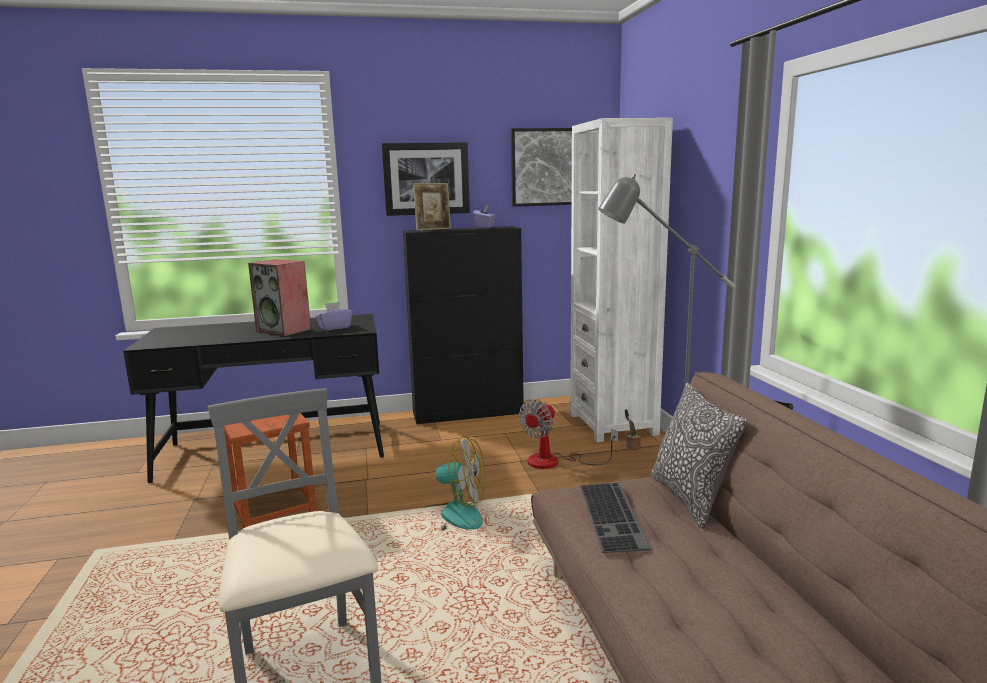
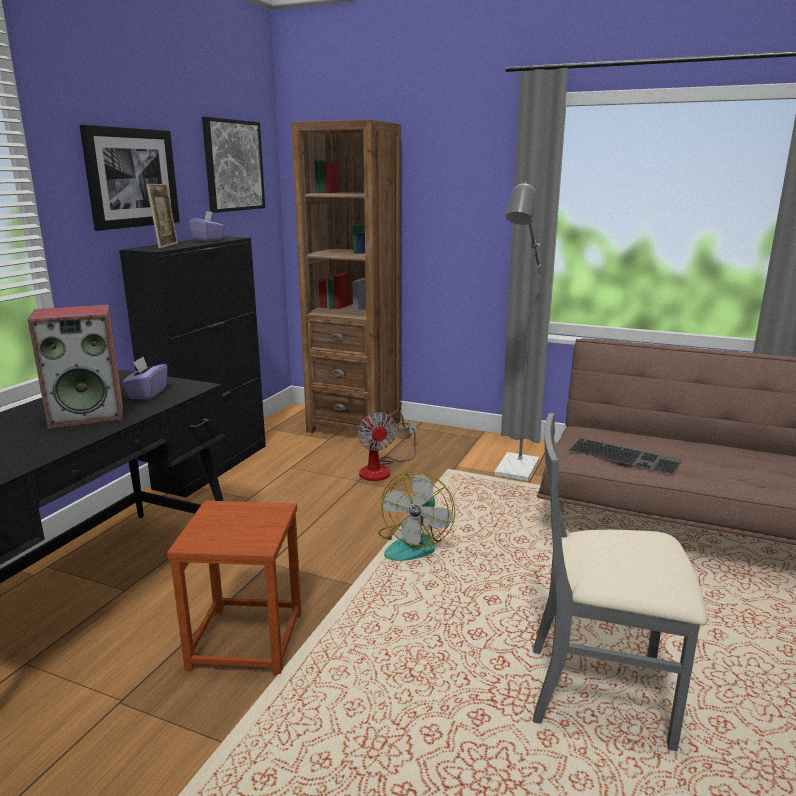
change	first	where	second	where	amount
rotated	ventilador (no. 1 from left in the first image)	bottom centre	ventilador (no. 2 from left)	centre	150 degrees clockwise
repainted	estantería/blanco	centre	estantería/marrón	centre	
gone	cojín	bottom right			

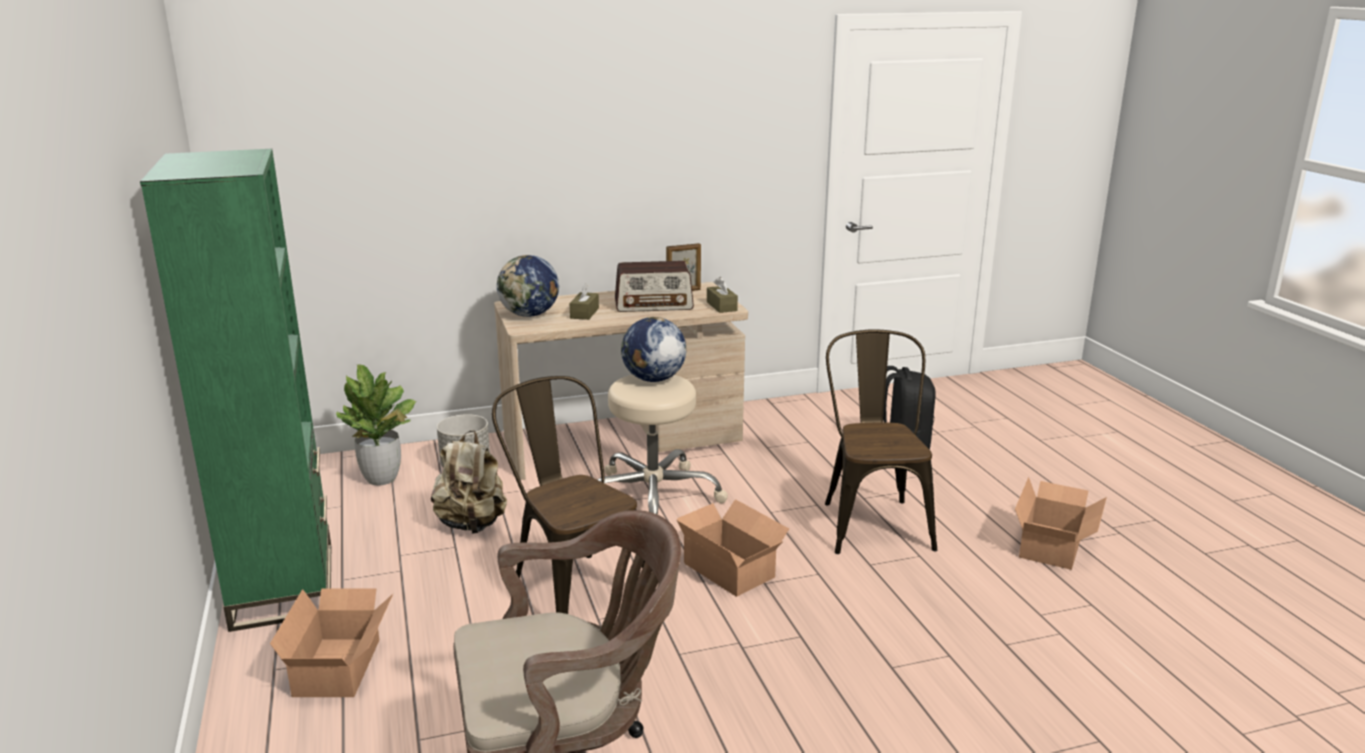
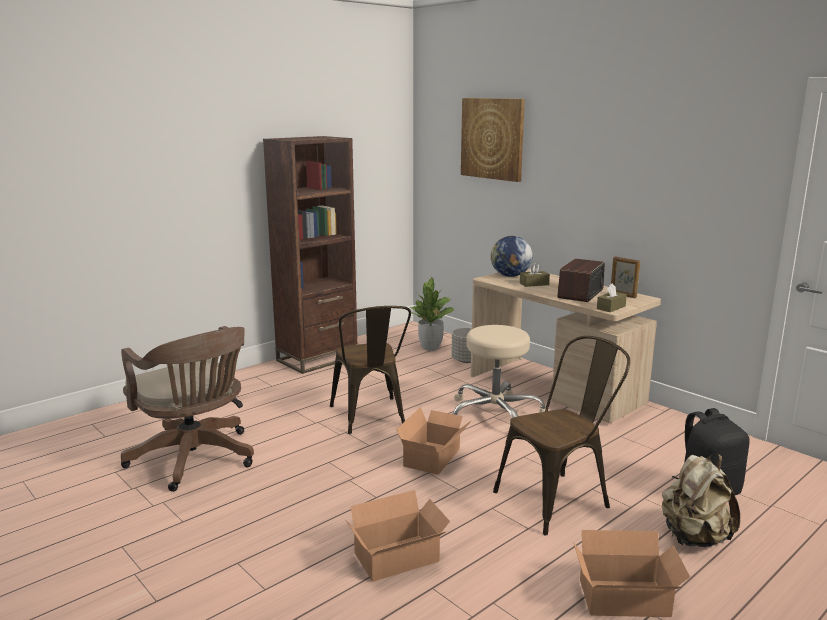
change	first	where	second	where	amount
repainted	estantería/verde	middle left	estantería/marrón	centre	
shifted	caja de cartón (no. 1 from left)	bottom left		bottom centre	
shifted	mochila/beis	centre		bottom right	
rotated	silla/marrón (no. 1 from left)	centre		centre	135 degrees clockwise
rotated	radio	centre		middle right	60 degrees clockwise
gone	globo terráqueo (no. 2 from left)	centre			
new			cuadro	top centre	

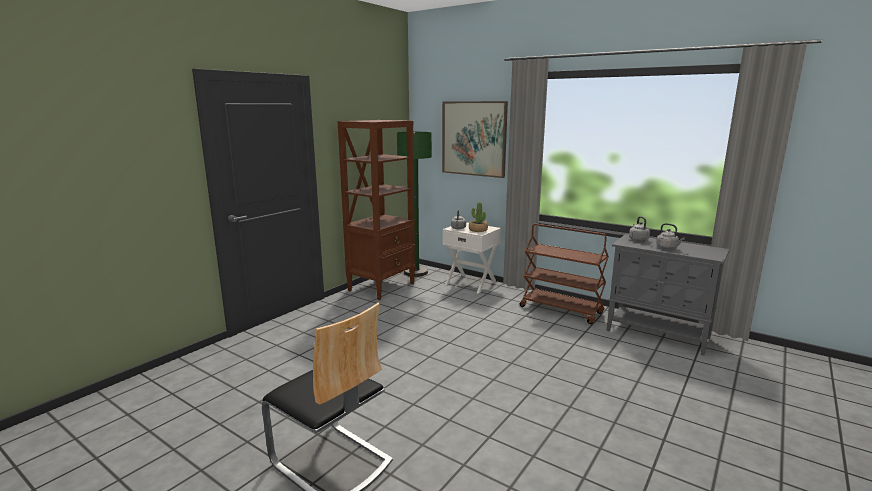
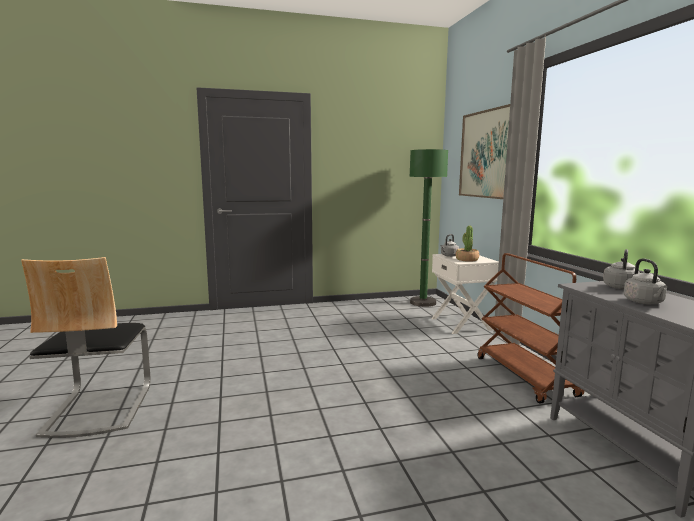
change	first	where	second	where	amount
gone	estantería/marrón	centre			

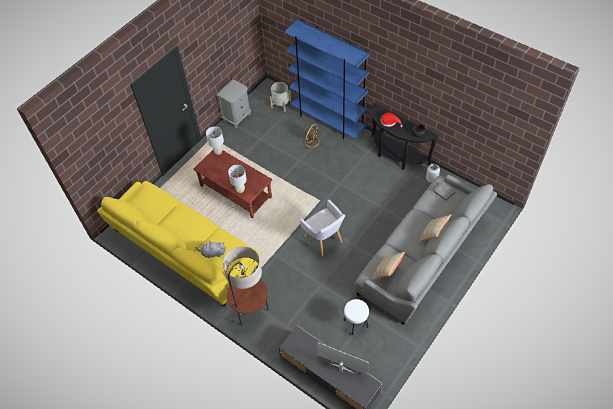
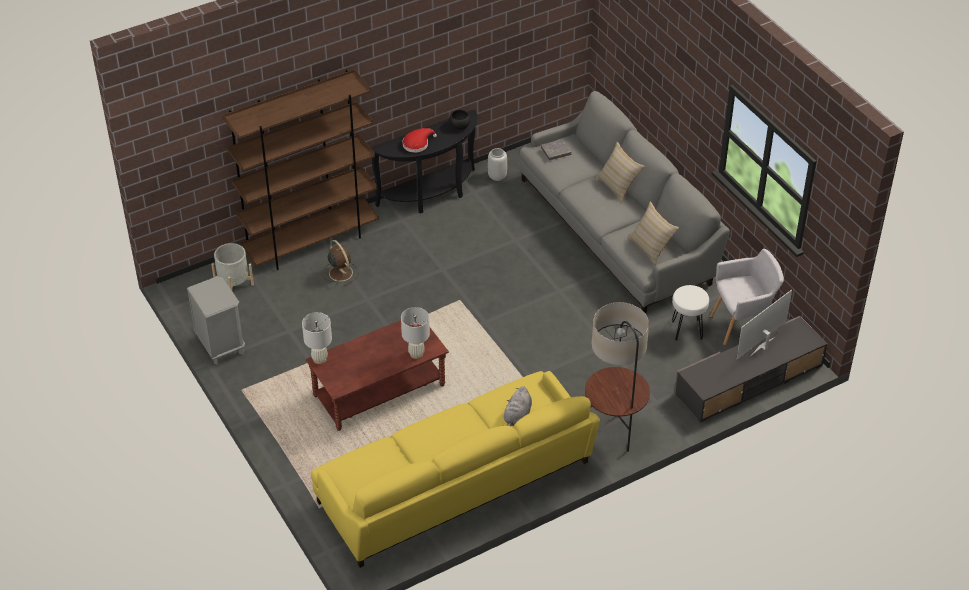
change	first	where	second	where	amount
repainted	estantería/azul	top centre	estantería/marrón	top left	
shifted	sillón/gris	centre		middle right	

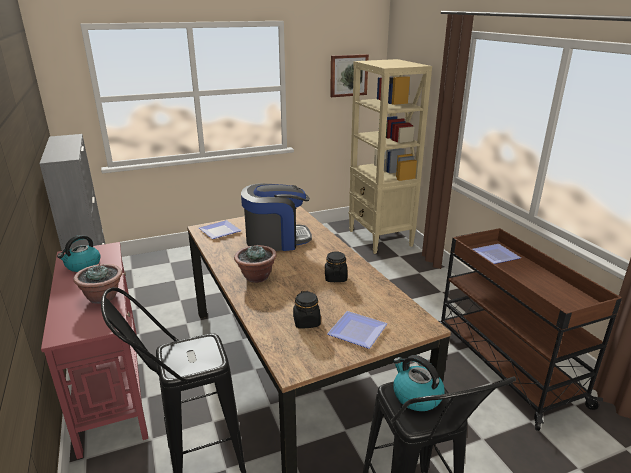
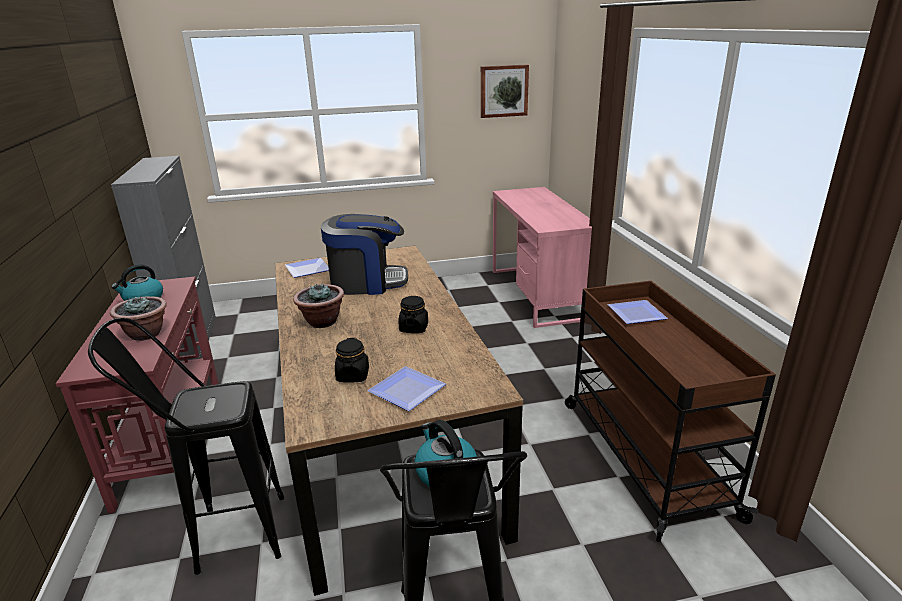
change	first	where	second	where	amount
swapped	estantería/beis	top centre	escritorio/rosa	centre	

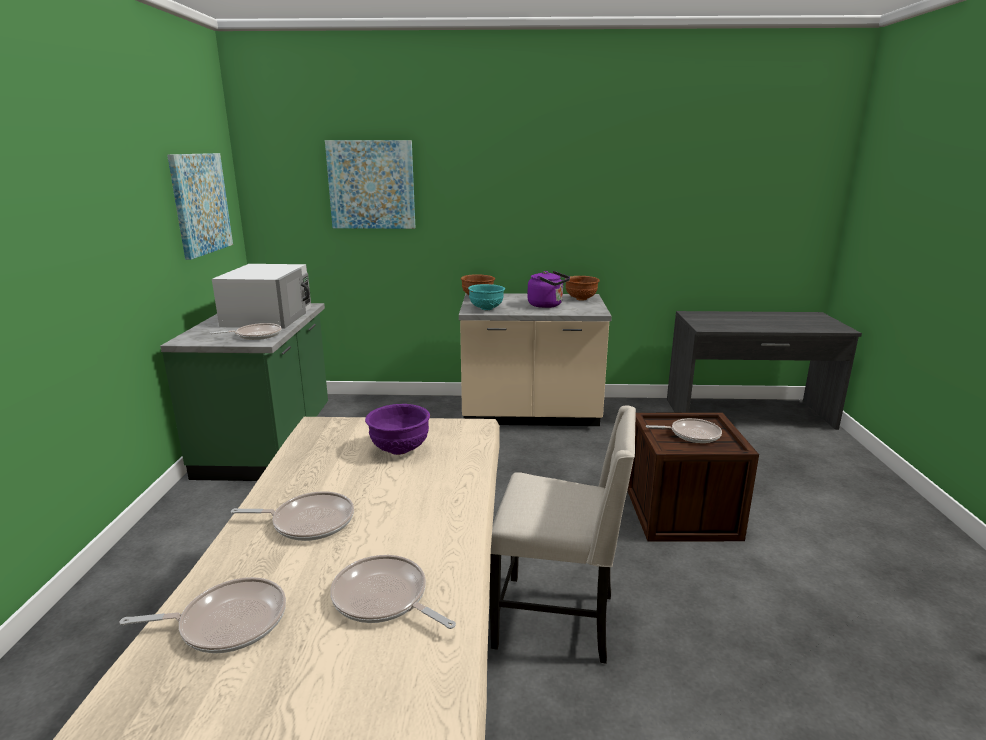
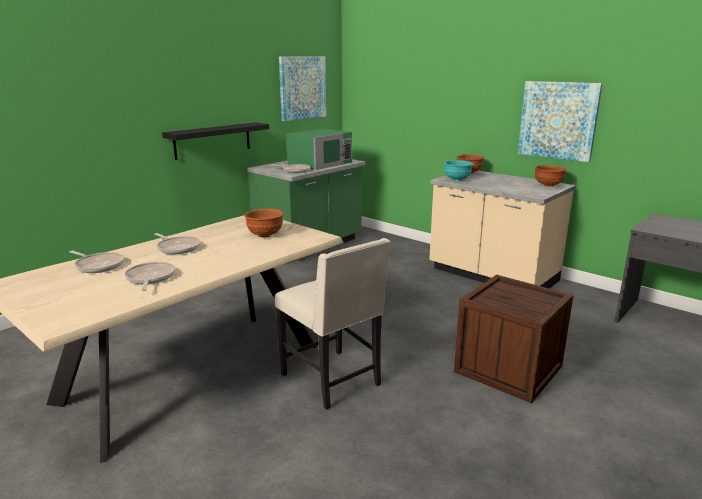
change	first	where	second	where	amount
repainted	microondas/blanco	middle left	microondas/verde	top centre	
shifted	cuadro (no. 2 from left)	top centre		top right	
repainted	cuenco/morado	centre	cuenco/marrón (no. 1 from left)	centre	
gone	hervidor/morado	centre			
gone	sartén (no. 5 from left)	middle right			
new			estante/negro	top left	

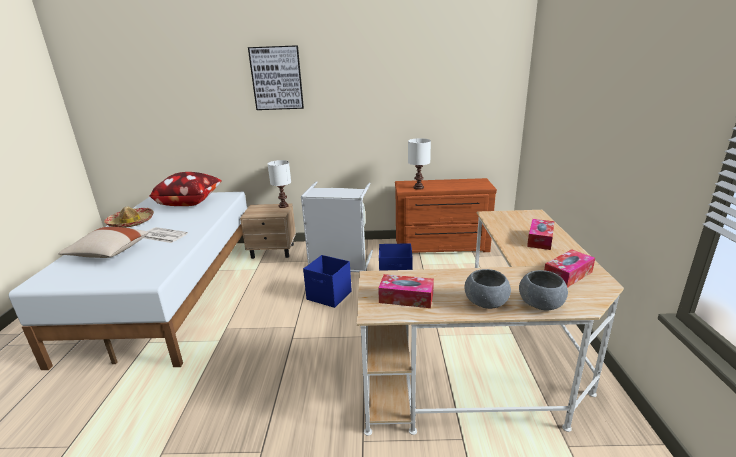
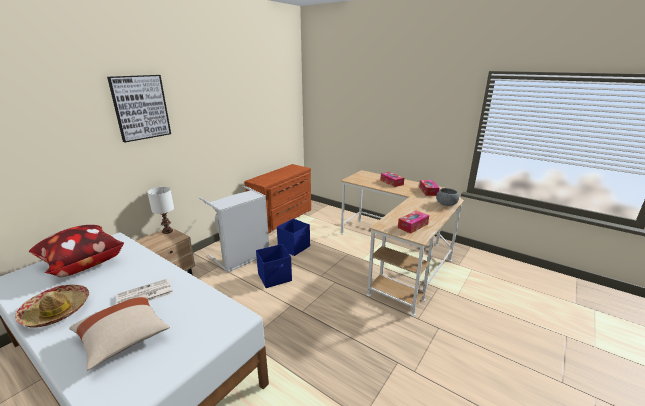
change	first	where	second	where	amount
gone	lámpara de mesa/blanco (no. 2 from left)	centre			
gone	cuenco/gris (no. 1 from left)	centre			

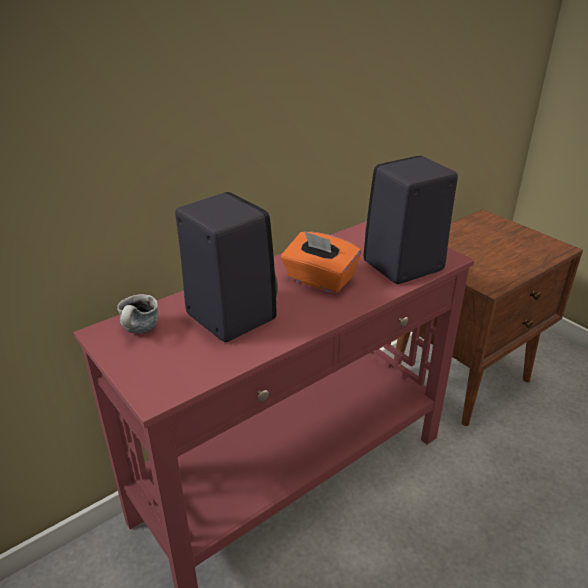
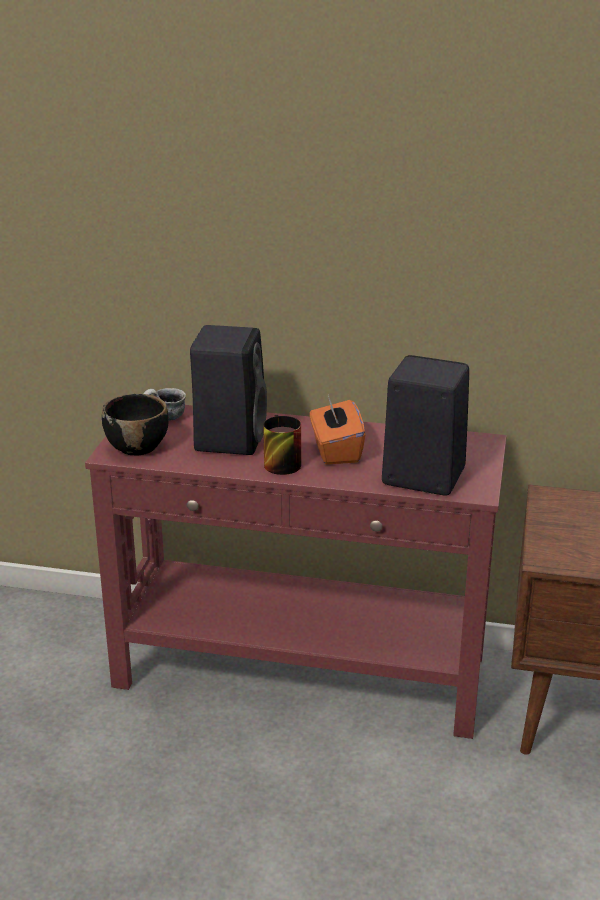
change	first	where	second	where	amount
new			cuenco/negro	middle left	
new			taza grande (no. 2 from left)	centre	

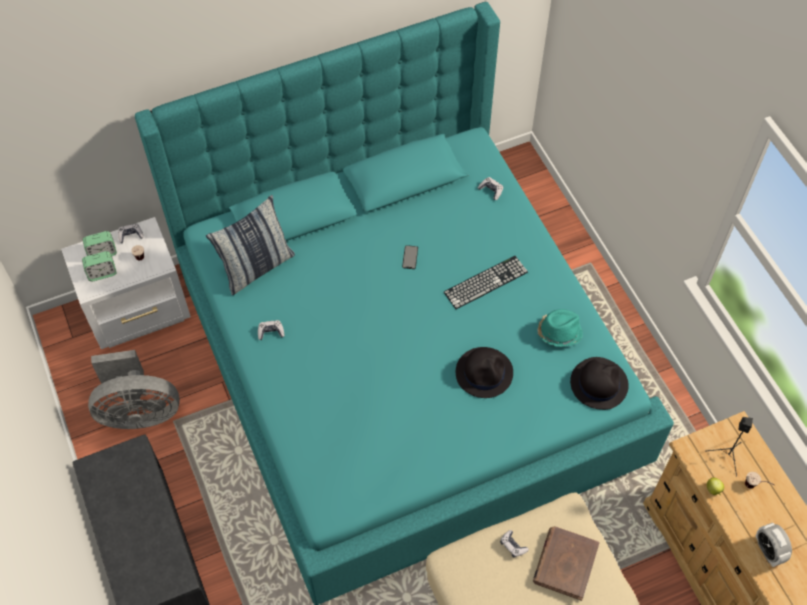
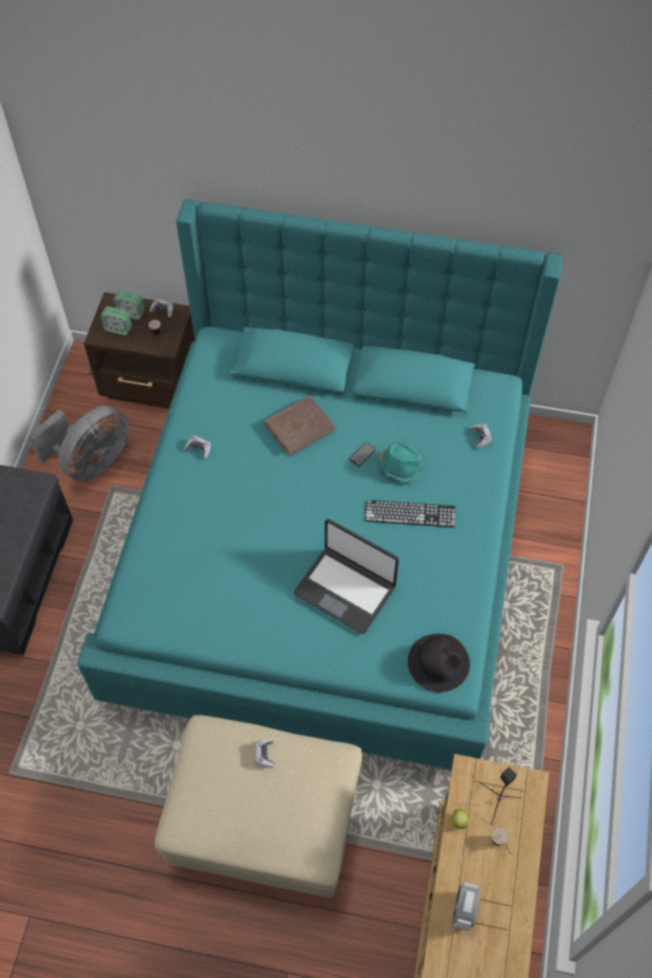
change	first	where	second	where	amount
repainted	mesita de noche/blanco	middle left	mesita de noche/marrón	middle left	
rotated	ventilador/gris	middle left		middle left	75 degrees counterclockwise
gone	cojín	middle left			
swapped	sombrero/negro (no. 1 from left)	centre	portátil	centre	
shifted	libro/marrón	bottom right		centre	
shifted	sombrero/turquesa	middle right		centre	

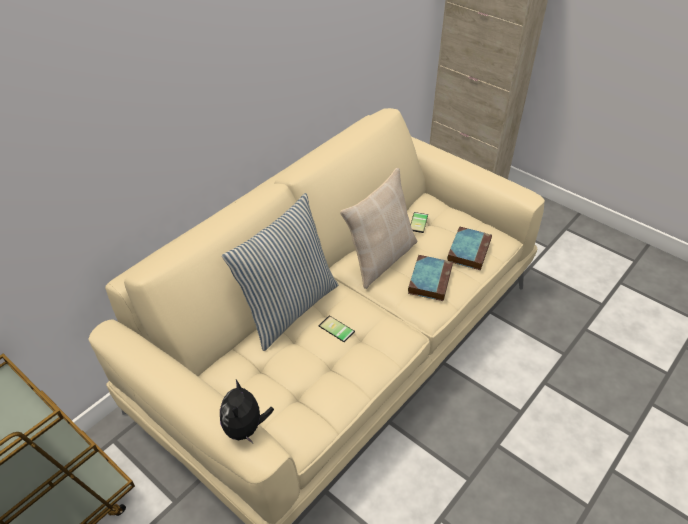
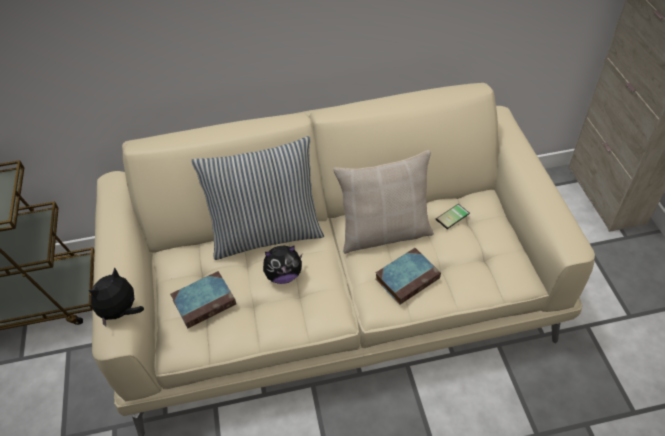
change	first	where	second	where	amount
swapped	móvil (no. 1 from left)	centre	peluche (no. 2 from left)	centre	
shifted	libro (no. 2 from left in the first image)	middle right	libro (no. 1 from left)	bottom left	

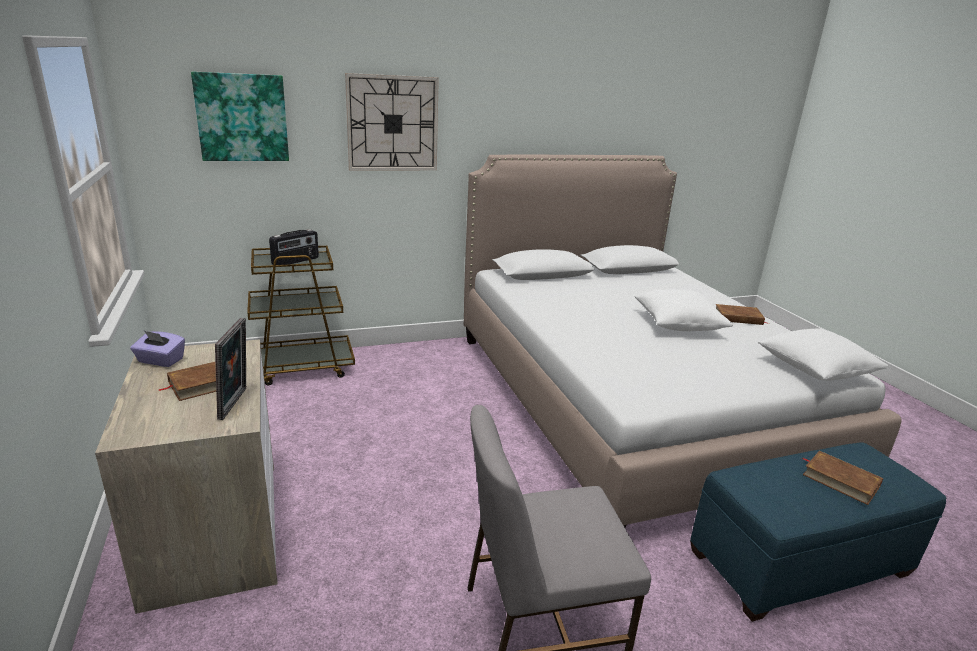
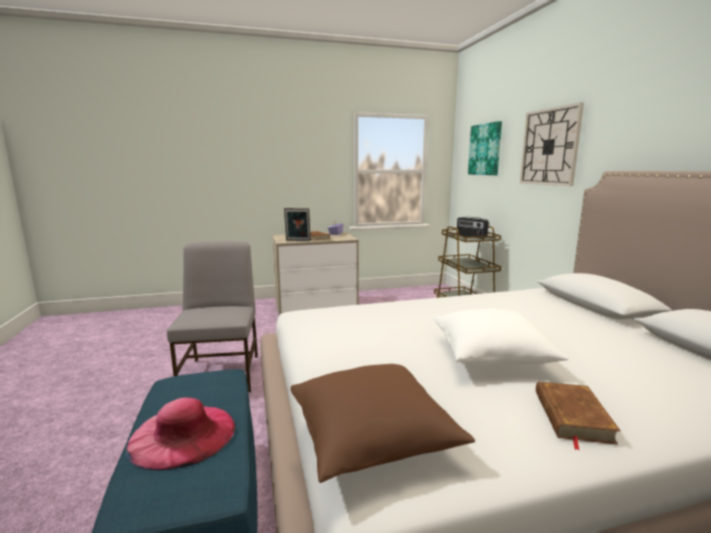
change	first	where	second	where	amount
repainted	cojín/blanco (no. 2 from left)	middle right	cojín/marrón	bottom centre	
swapped	libro/marrón (no. 3 from left)	bottom right	sombrero/rosa	bottom left	

